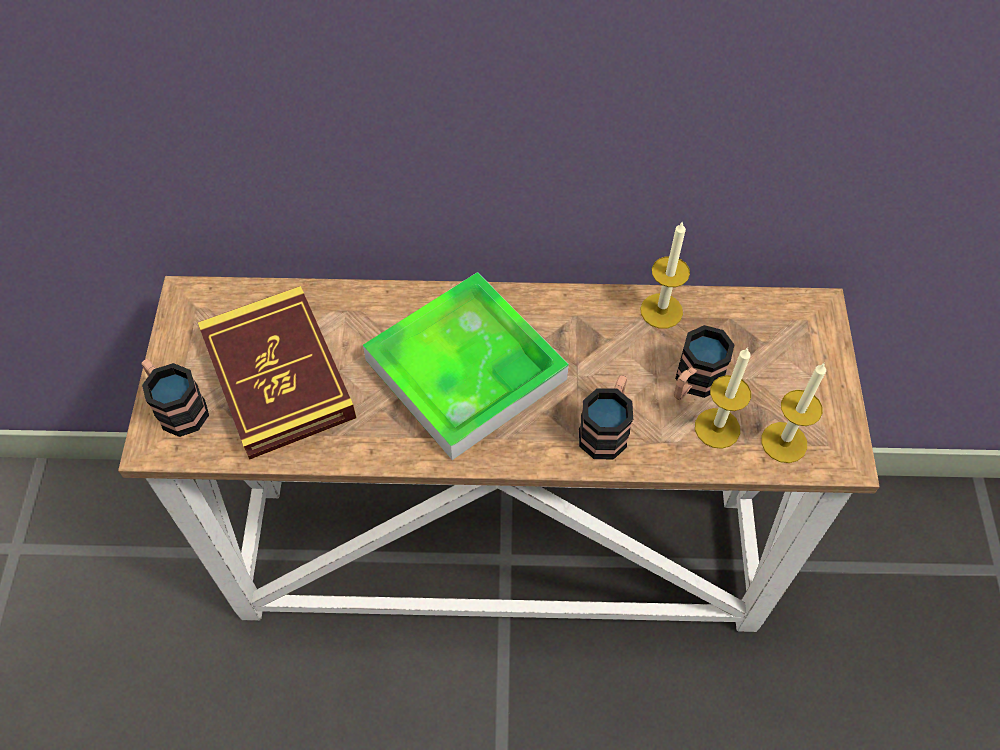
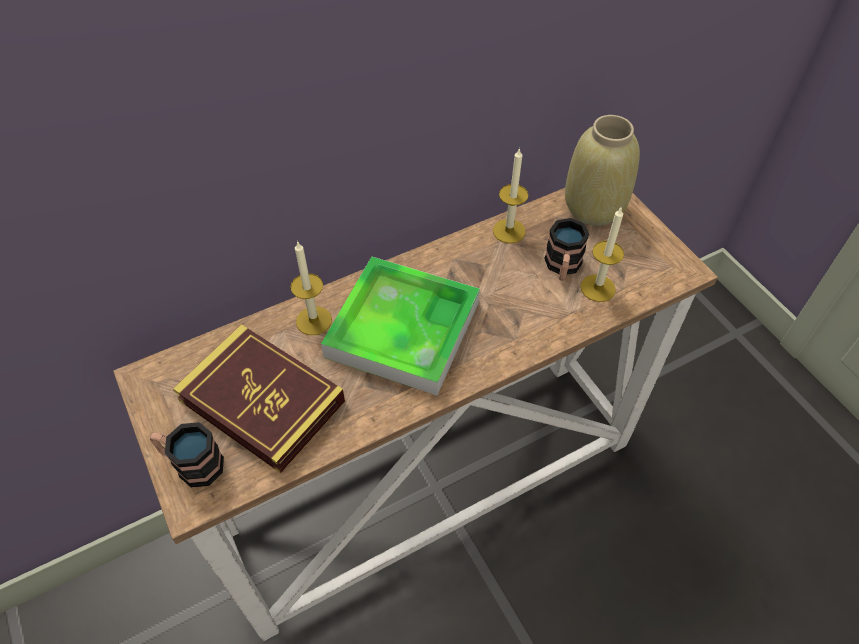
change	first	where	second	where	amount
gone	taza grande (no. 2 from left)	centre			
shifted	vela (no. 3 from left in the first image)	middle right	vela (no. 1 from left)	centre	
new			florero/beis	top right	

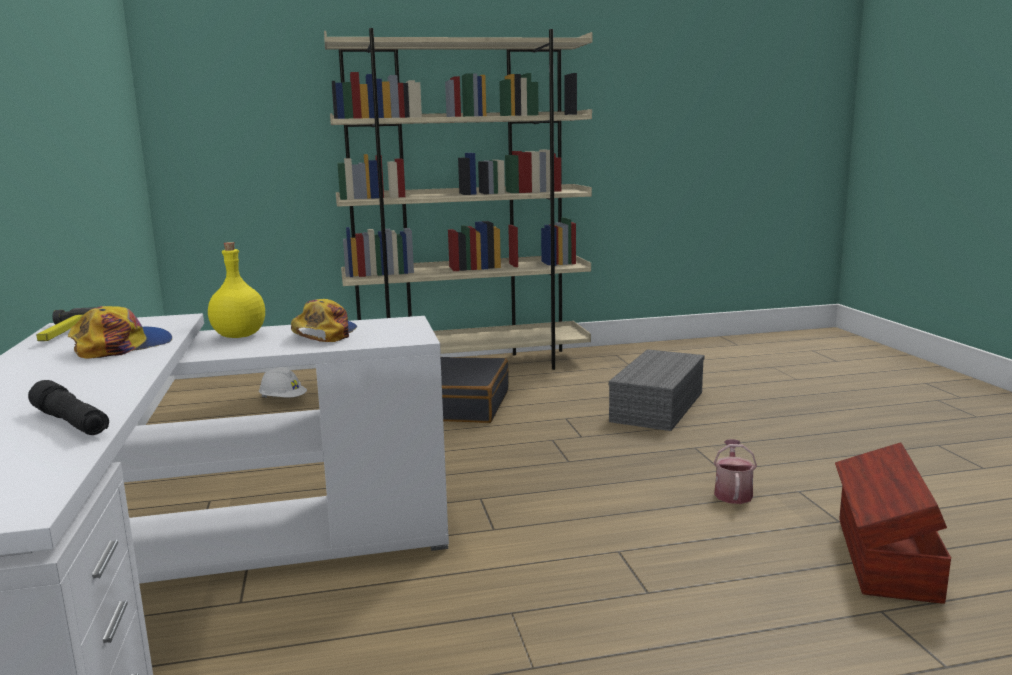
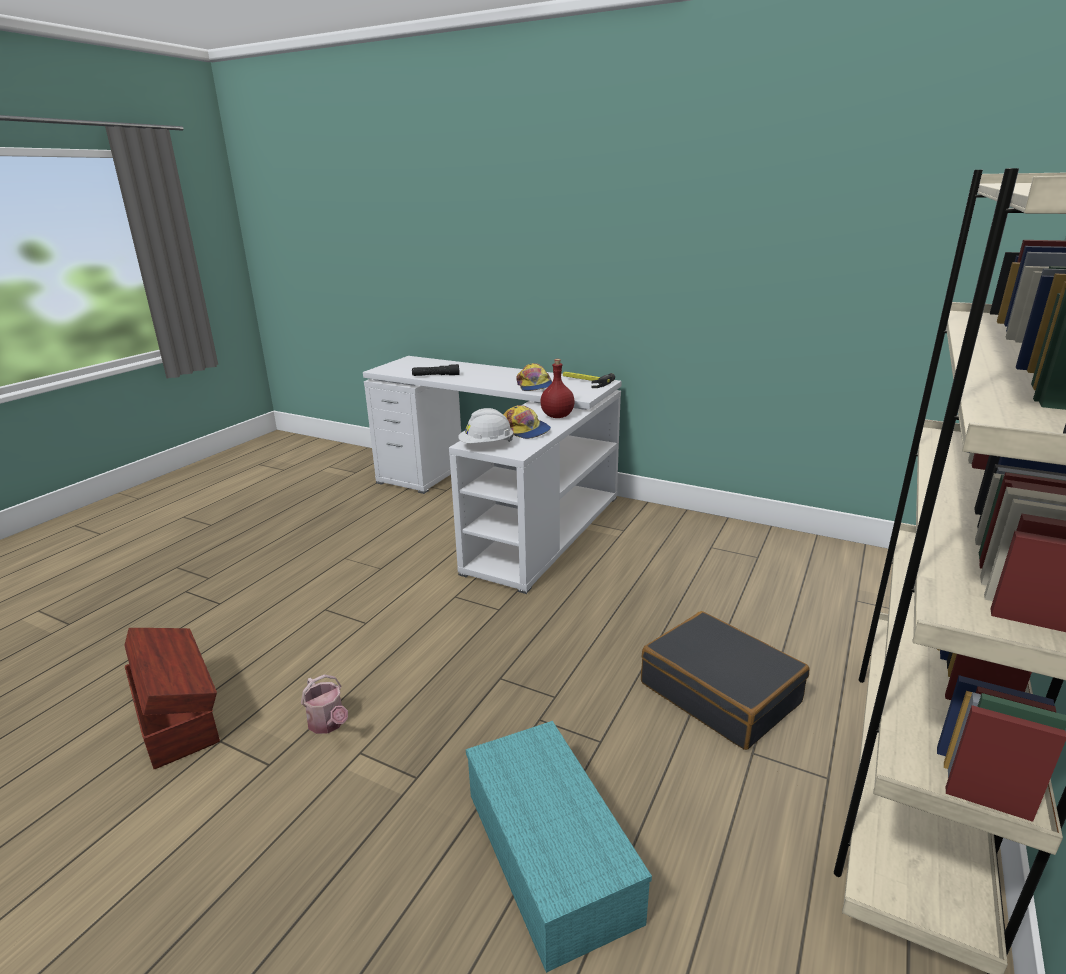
change	first	where	second	where	amount
repainted	botella/amarillo	middle left	botella/rojo	centre	
shifted	casco/blanco	middle left		centre	
repainted	caja de almacenaje/gris	centre	caja de almacenaje/turquesa	bottom centre	

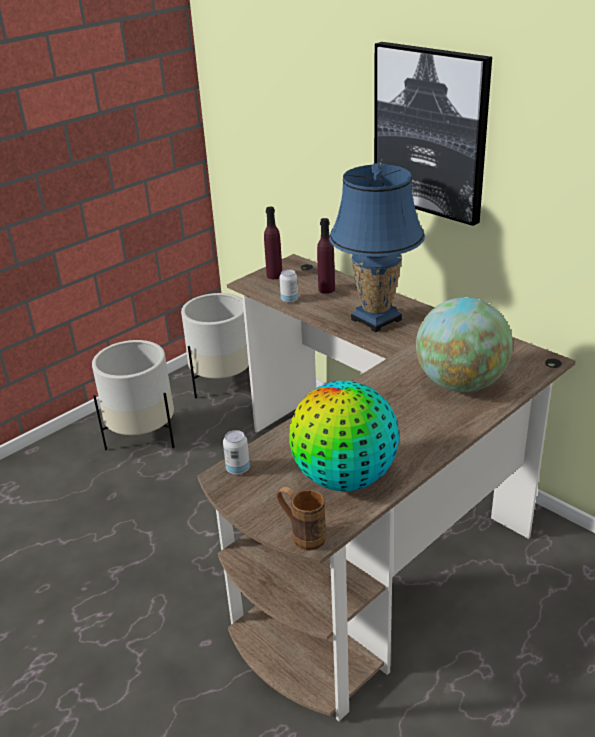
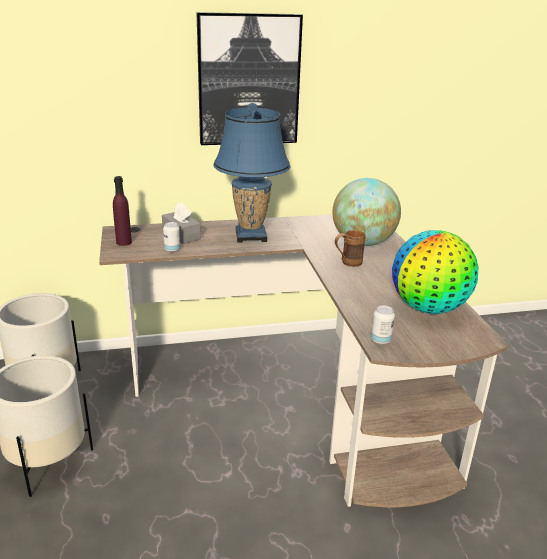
change	first	where	second	where	amount
shifted	taza grande/marrón	bottom centre		centre	
swapped	botella/morado (no. 2 from left)	centre	caja de pañuelos/gris	middle left	

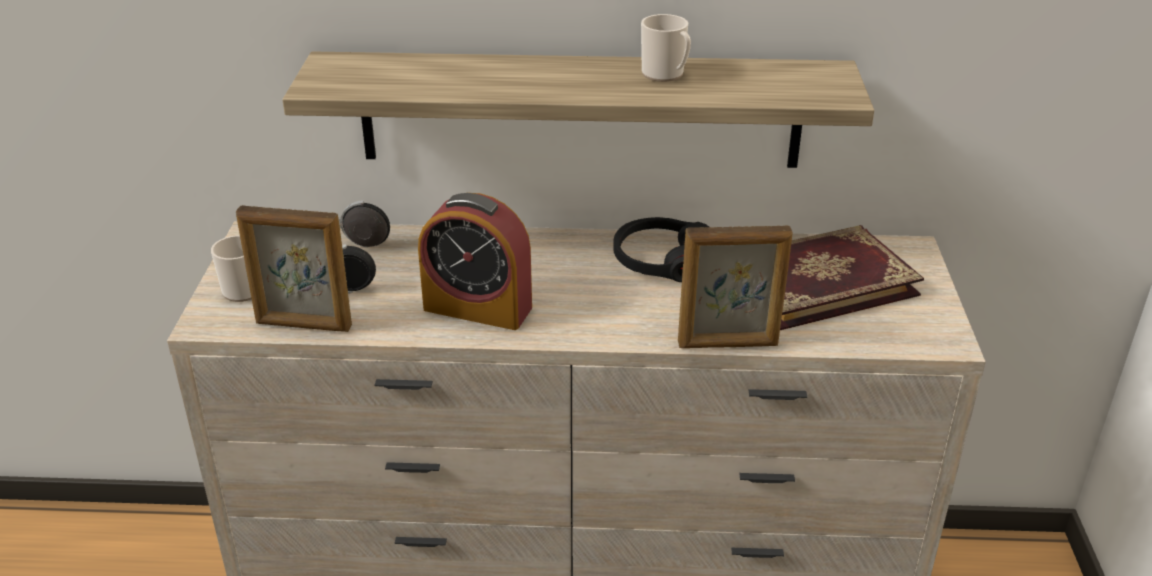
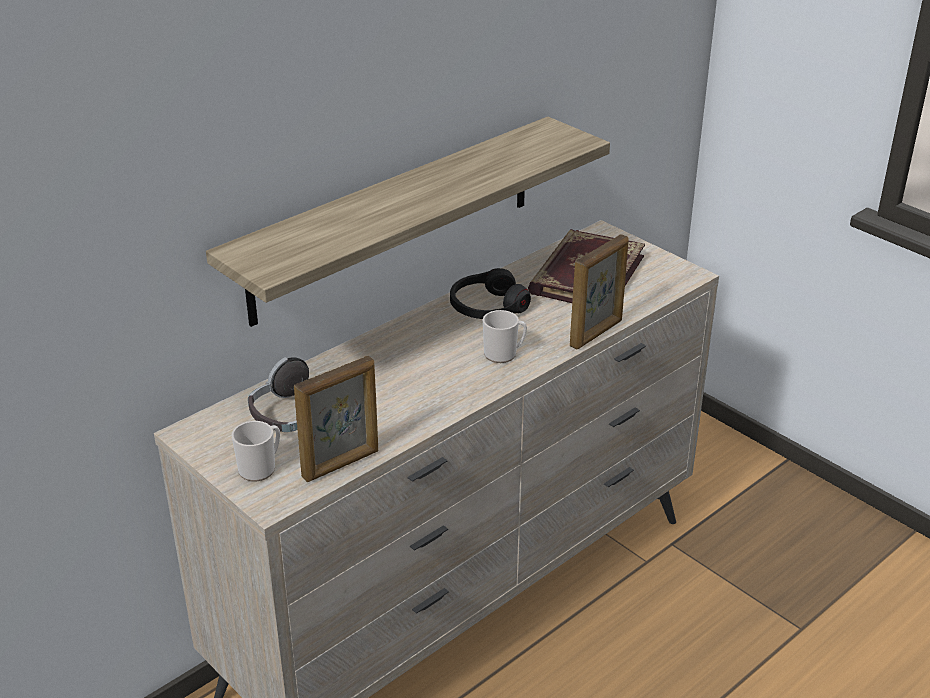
change	first	where	second	where	amount
gone	despertador	centre			
shifted	taza grande (no. 2 from left)	top centre		centre	

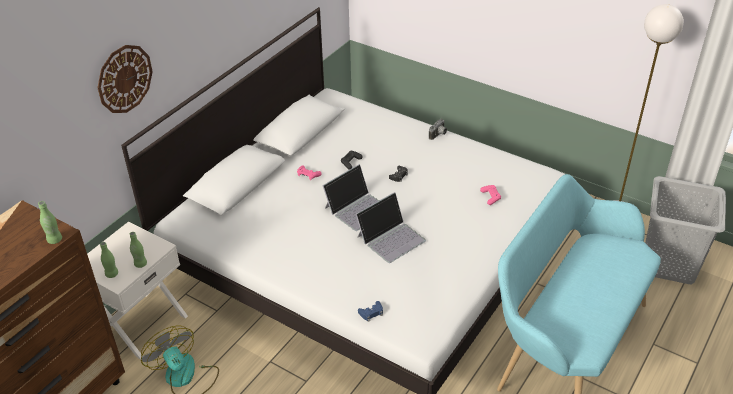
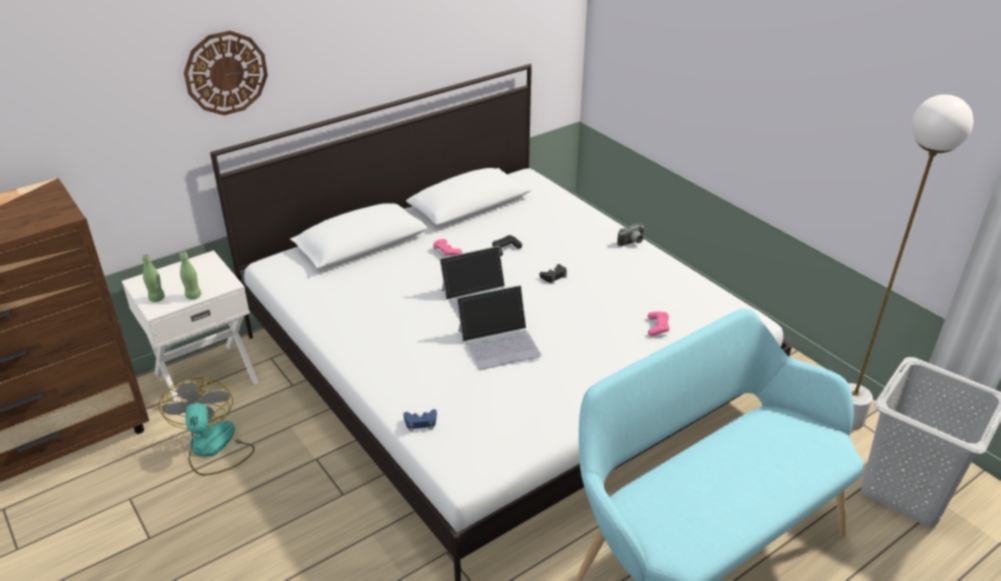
change	first	where	second	where	amount
gone	botella/verde (no. 1 from left)	middle left			

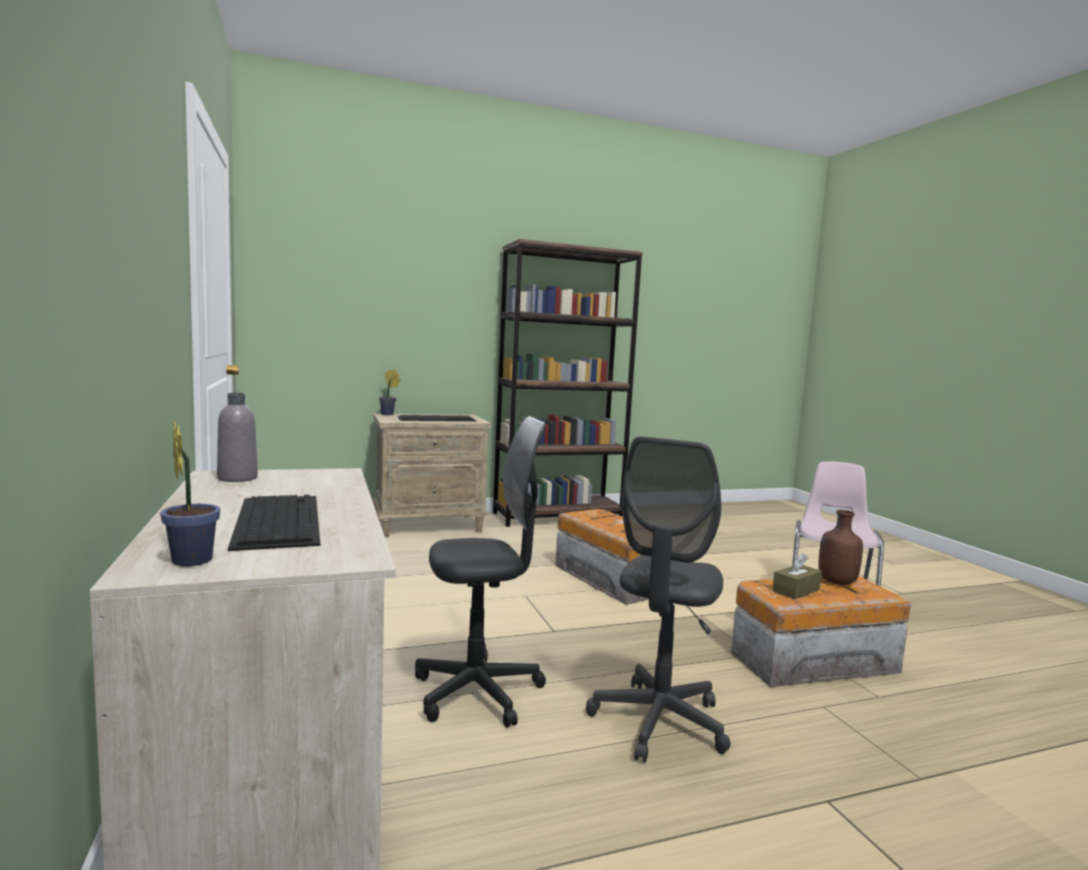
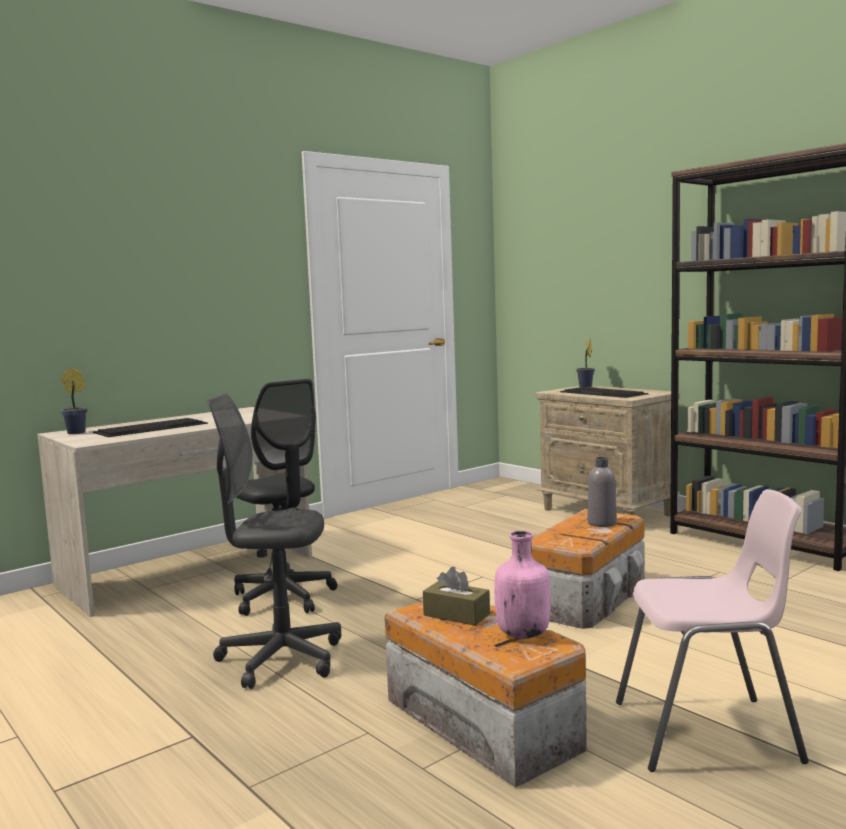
change	first	where	second	where	amount
shifted	botella/gris	middle left		middle right	
repainted	botella/marrón	middle right	botella/rosa	bottom centre	

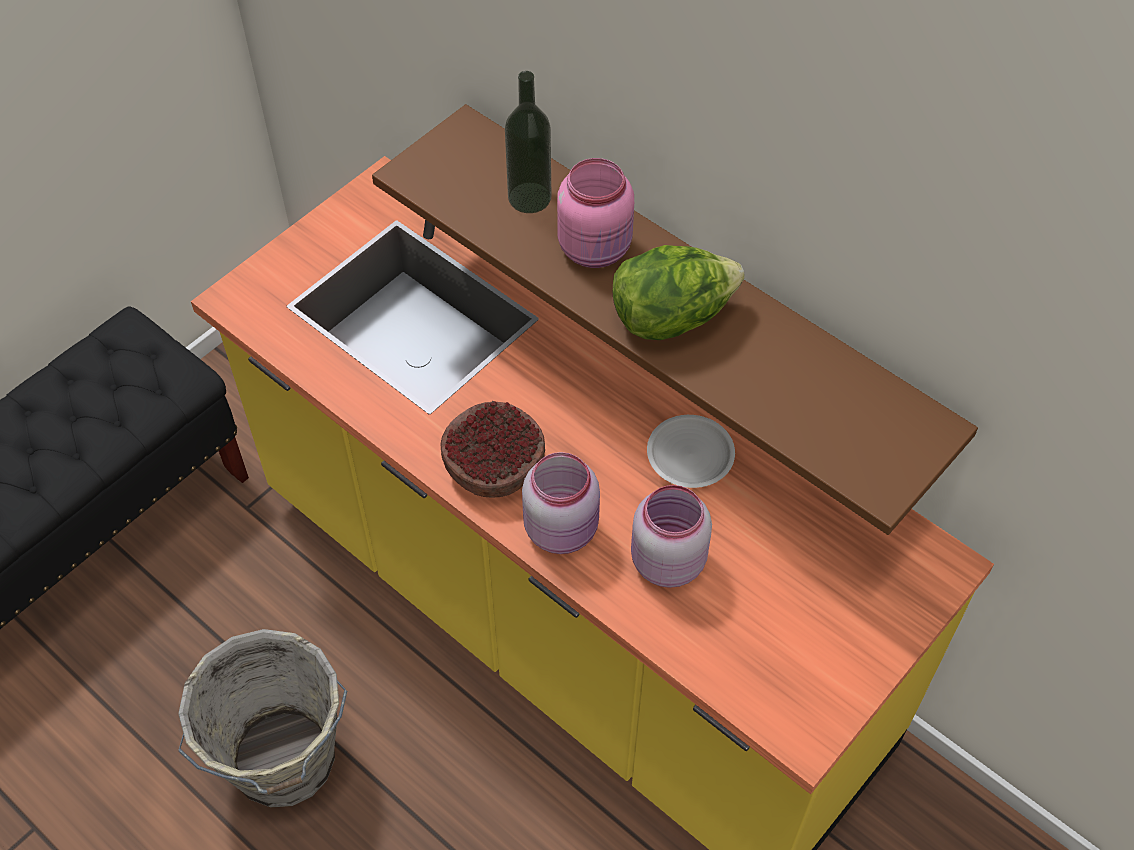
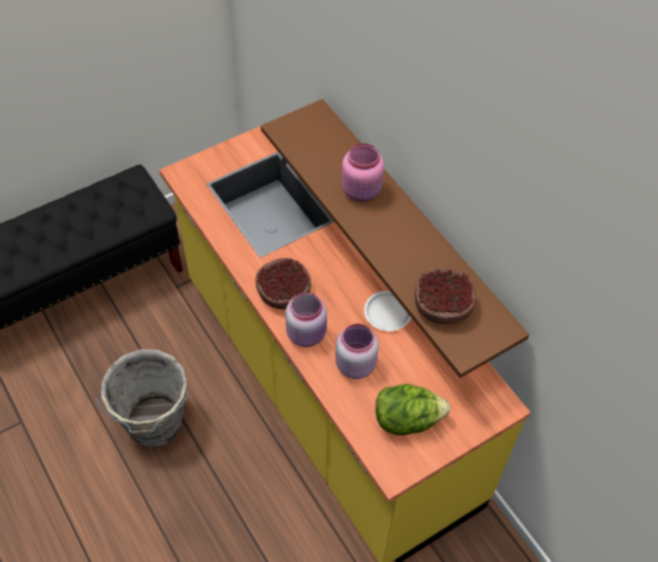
change	first	where	second	where	amount
gone	botella	top centre			
shifted	lechuga	centre		bottom centre	
new			cuenco (no. 2 from left)	middle right	

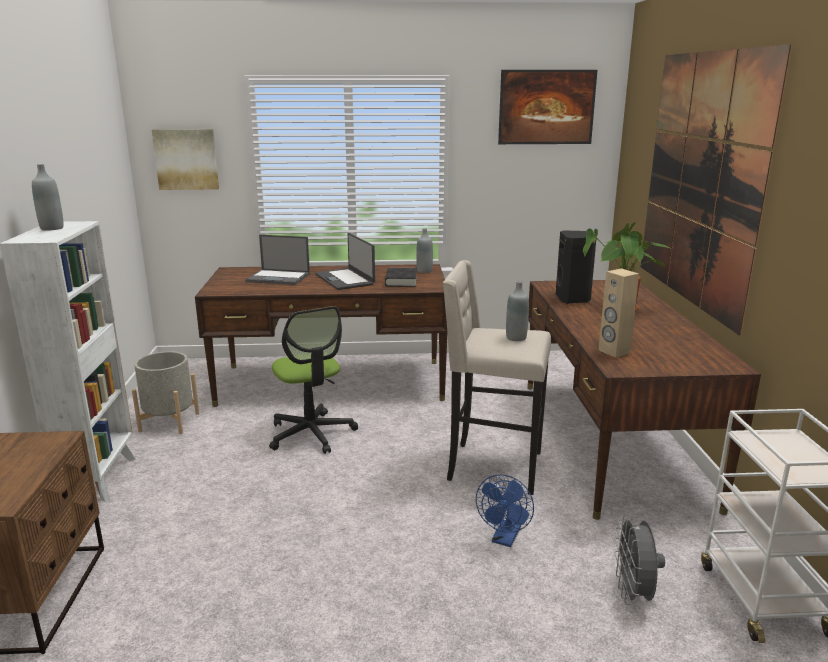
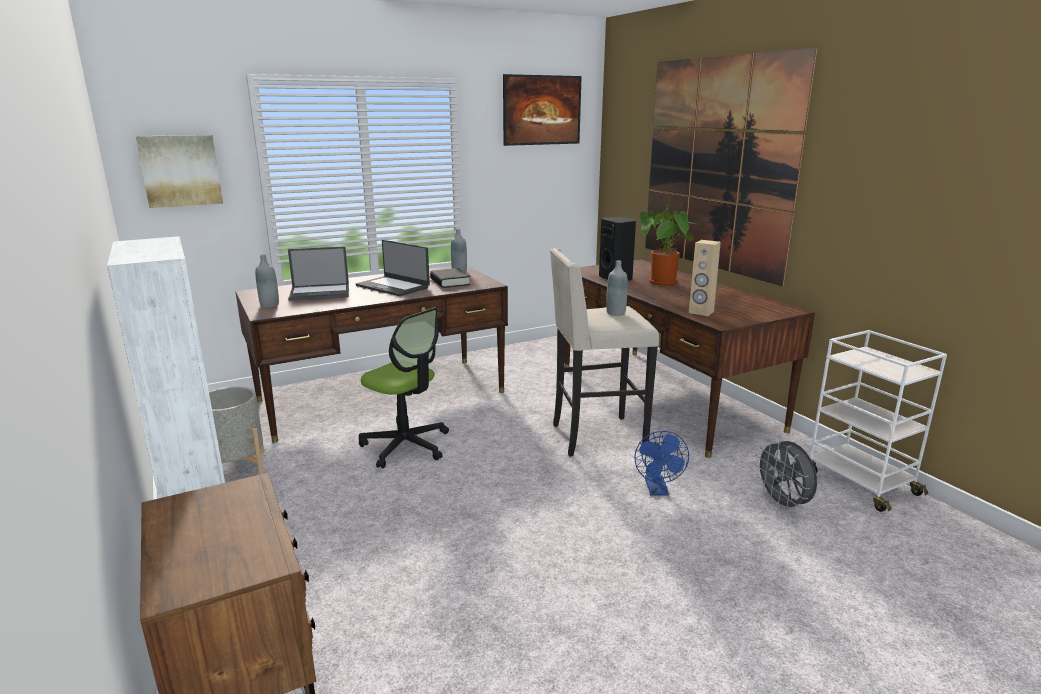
change	first	where	second	where	amount
shifted	botella/gris (no. 1 from left)	top left		middle left	

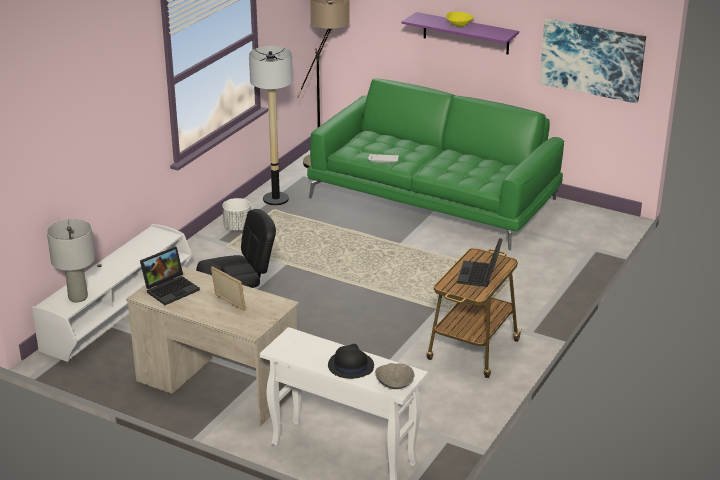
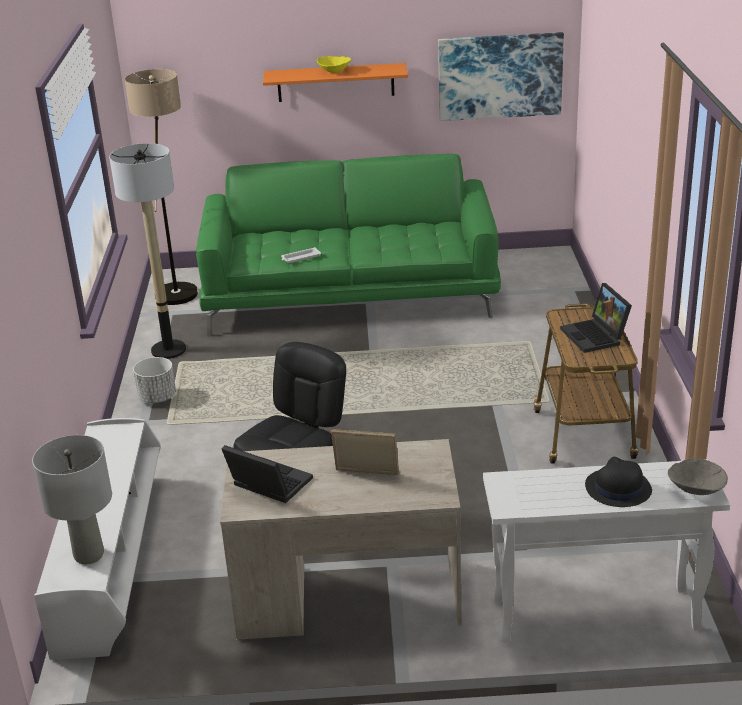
change	first	where	second	where	amount
rotated	portátil (no. 1 from left)	middle left		bottom centre	75 degrees counterclockwise
repainted	estante/morado	top centre	estante/naranja	top centre	

